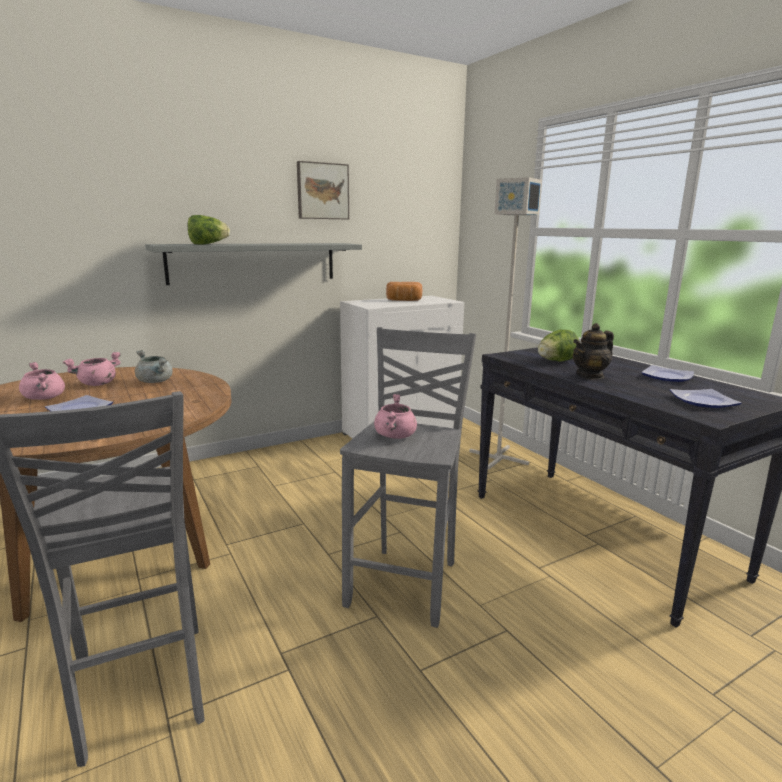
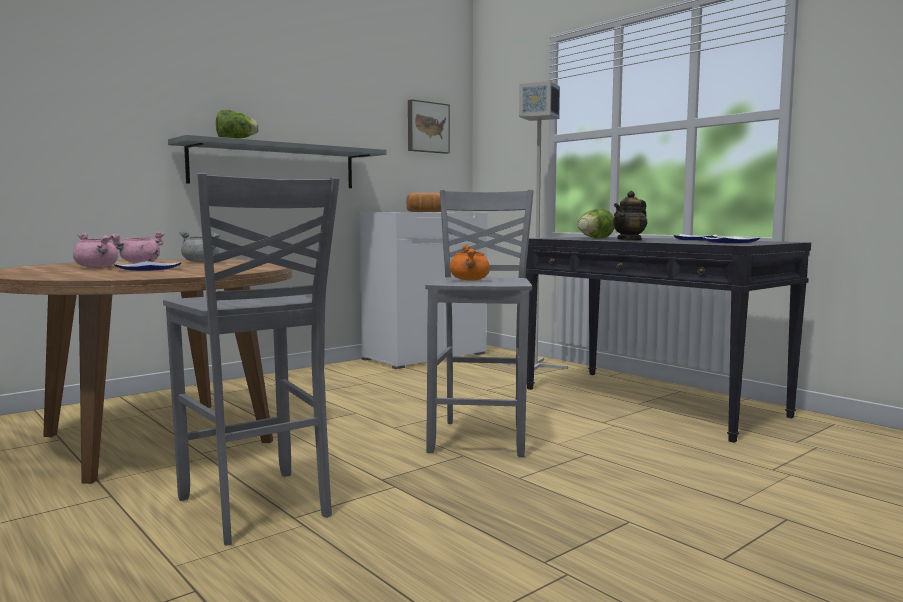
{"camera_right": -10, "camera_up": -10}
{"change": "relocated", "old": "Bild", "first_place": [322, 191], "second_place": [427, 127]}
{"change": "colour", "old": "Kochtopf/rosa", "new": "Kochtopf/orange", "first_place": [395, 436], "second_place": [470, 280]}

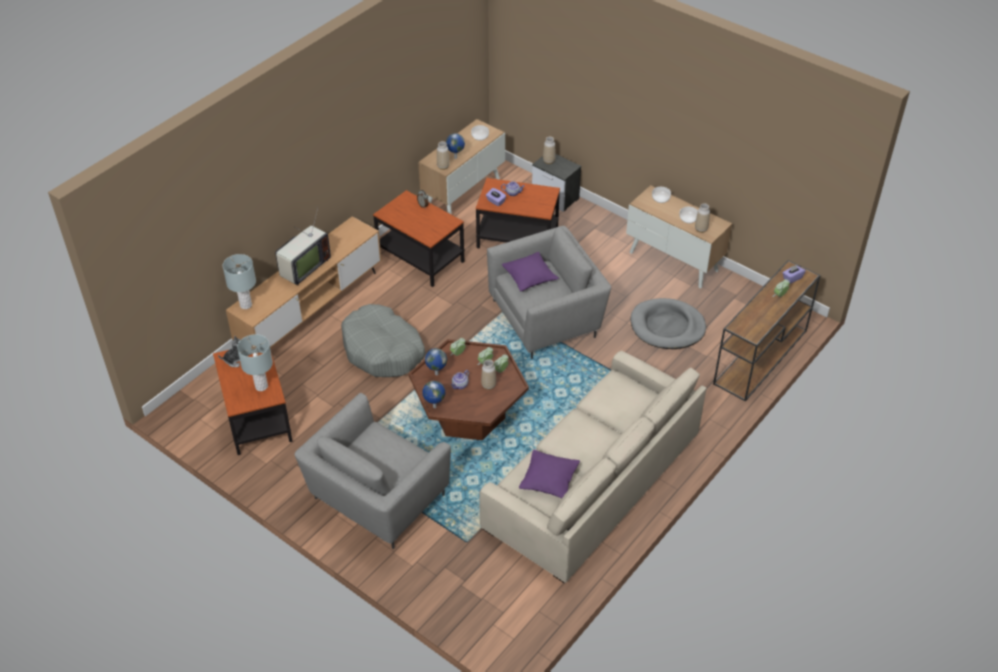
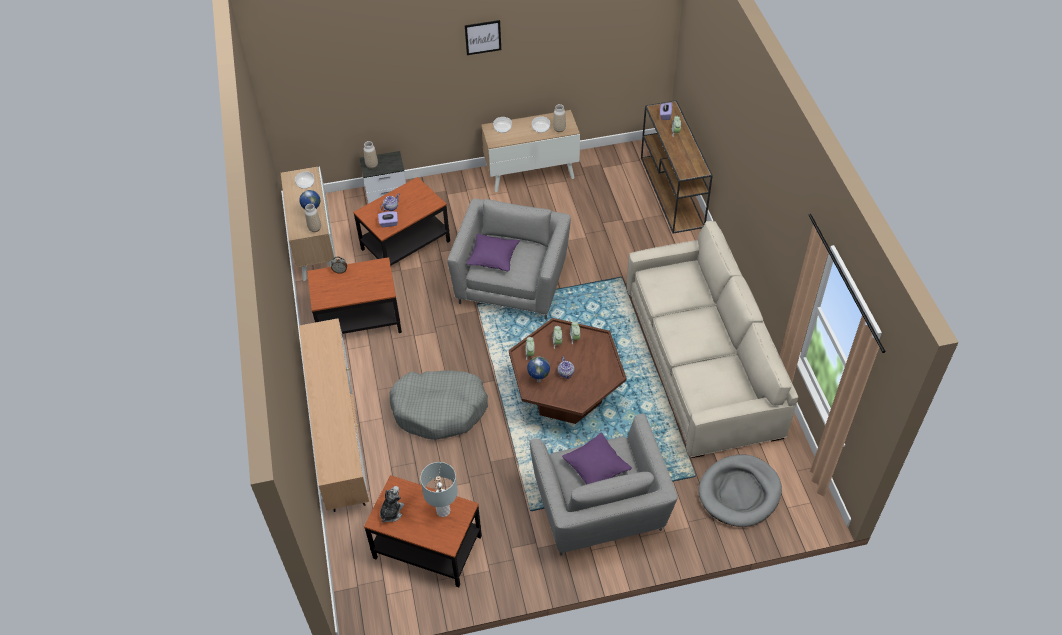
{"camera_right": -50, "camera_up": 5}
{"change": "missing", "old": "Tischlampe/grau", "first_place": [245, 305]}
{"change": "missing", "old": "Fernseher", "first_place": [303, 268]}
{"change": "missing", "old": "Globus", "first_place": [434, 407]}
{"change": "missing", "old": "Vase", "first_place": [488, 385]}
{"change": "appeared", "new": "Bild", "second_place": [483, 37]}
{"change": "relocated", "old": "Kissen/lila", "first_place": [549, 480], "second_place": [596, 467]}
{"change": "relocated", "old": "Hundebett/grau", "first_place": [667, 327], "second_place": [739, 492]}

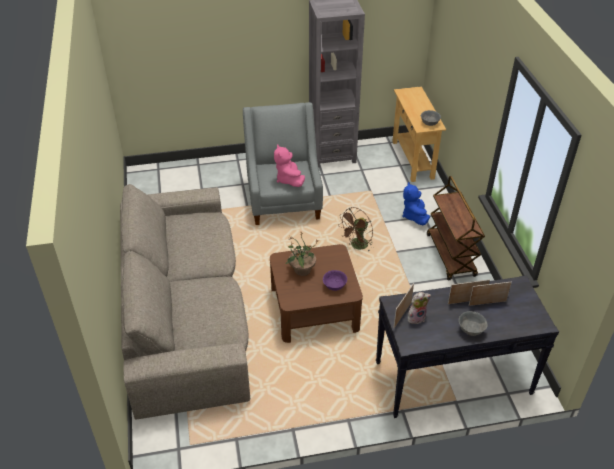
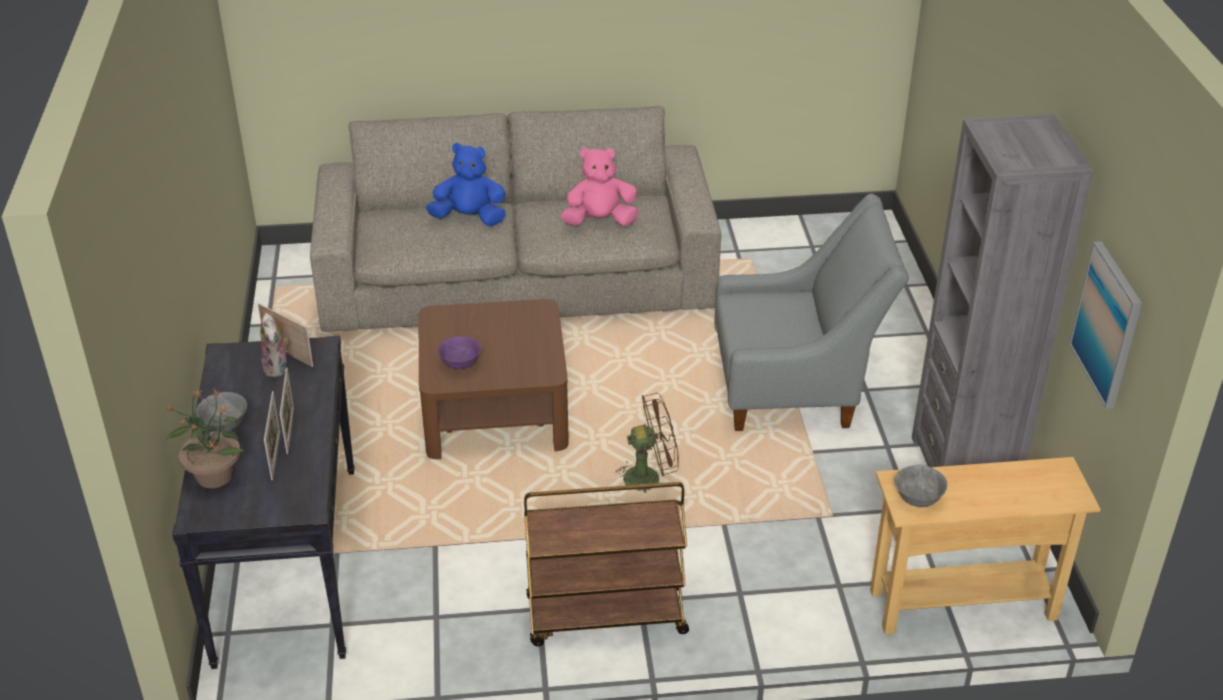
{"camera_right": 95, "camera_up": -5}
{"change": "appeared", "new": "Bild", "second_place": [1107, 324]}
{"change": "relocated", "old": "Plüschtier/rosa", "first_place": [289, 180], "second_place": [600, 222]}
{"change": "relocated", "old": "Topfpflanze", "first_place": [301, 270], "second_place": [214, 475]}
{"change": "relocated", "old": "Plüschtier/blau", "first_place": [414, 216], "second_place": [469, 218]}
{"change": "spun", "old": "Ventilator/braun", "first_place": [357, 246], "second_place": [649, 477], "degrees": 120}

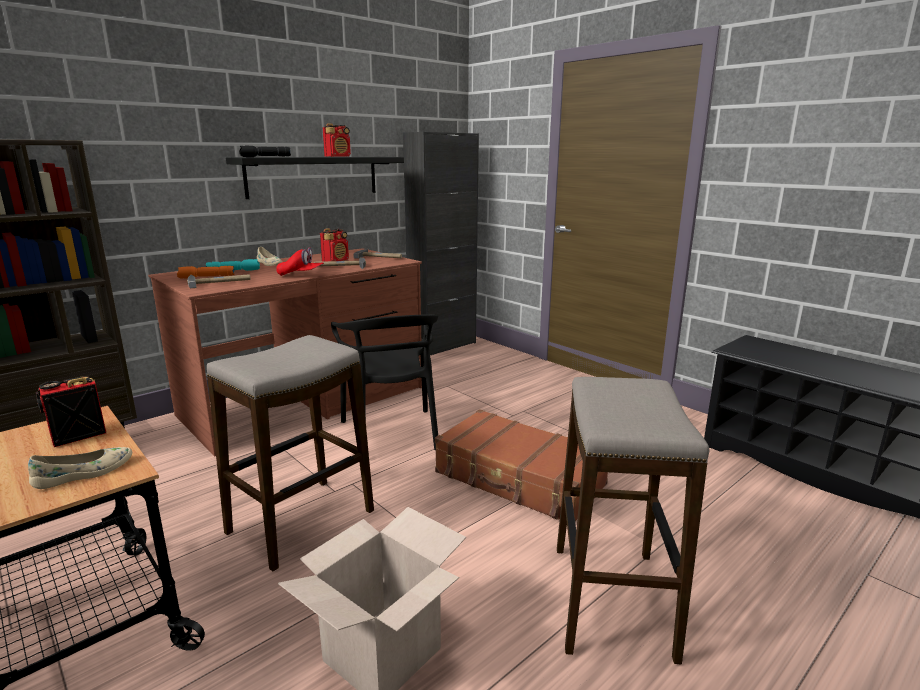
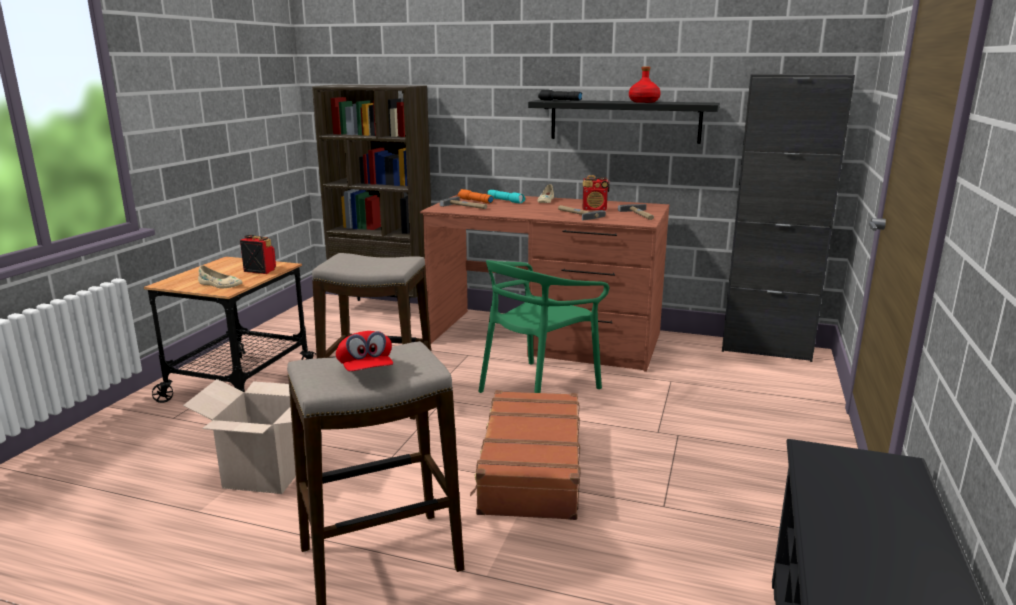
{"camera_right": 60, "camera_up": 0}
{"change": "relocated", "old": "Kappe/rot", "first_place": [300, 275], "second_place": [366, 371]}
{"change": "exchanged", "old": "Radio", "new": "Flasche/rot", "first_place": [338, 156], "second_place": [644, 102]}
{"change": "colour", "old": "Stuhl/schwarz", "new": "Stuhl/grün", "first_place": [392, 433], "second_place": [538, 388]}

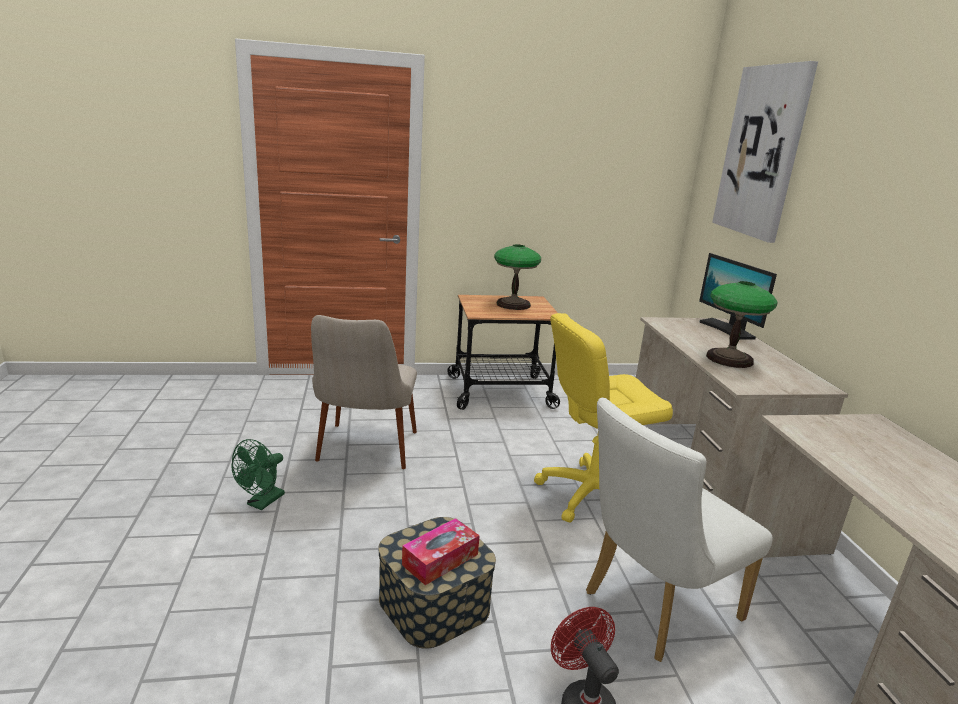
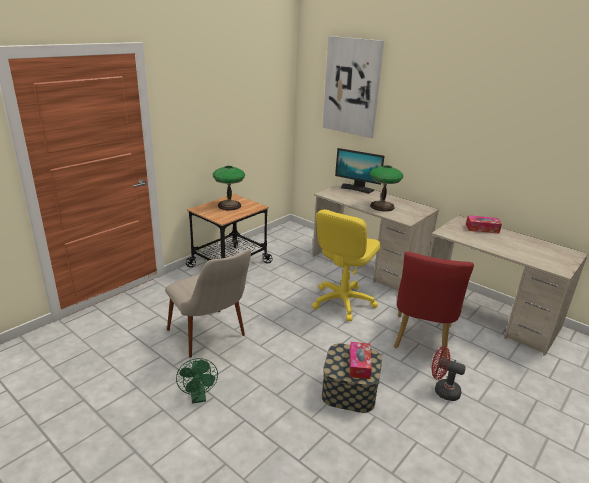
{"camera_right": -40, "camera_up": 5}
{"change": "appeared", "new": "Taschentuchbox", "second_place": [482, 228]}
{"change": "colour", "old": "Stuhl/weiß", "new": "Stuhl/rot", "first_place": [653, 608], "second_place": [421, 340]}

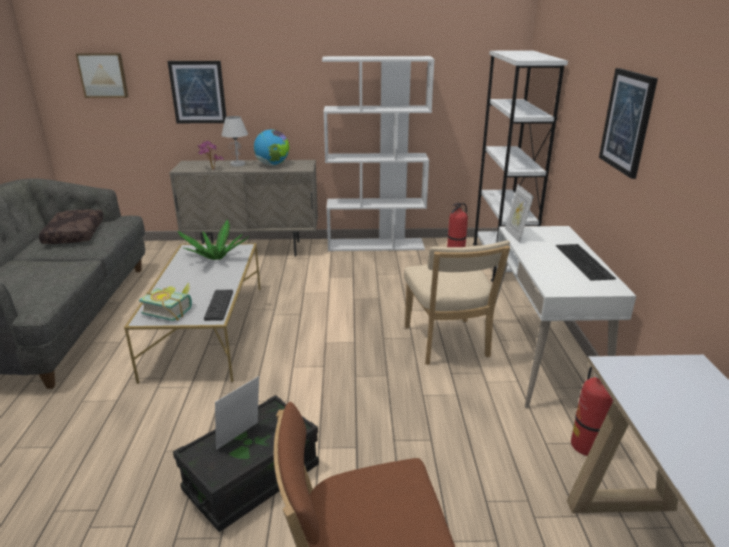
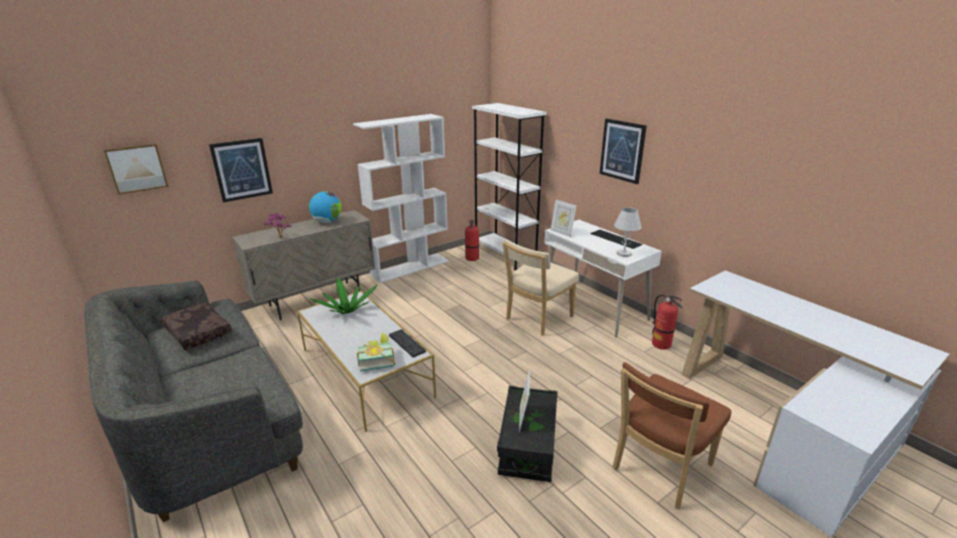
{"camera_right": -35, "camera_up": 0}
{"change": "relocated", "old": "Tischlampe/weiß", "first_place": [237, 164], "second_place": [624, 254]}
{"change": "spun", "old": "Stuhl/beige", "first_place": [447, 344], "second_place": [537, 318], "degrees": 90}

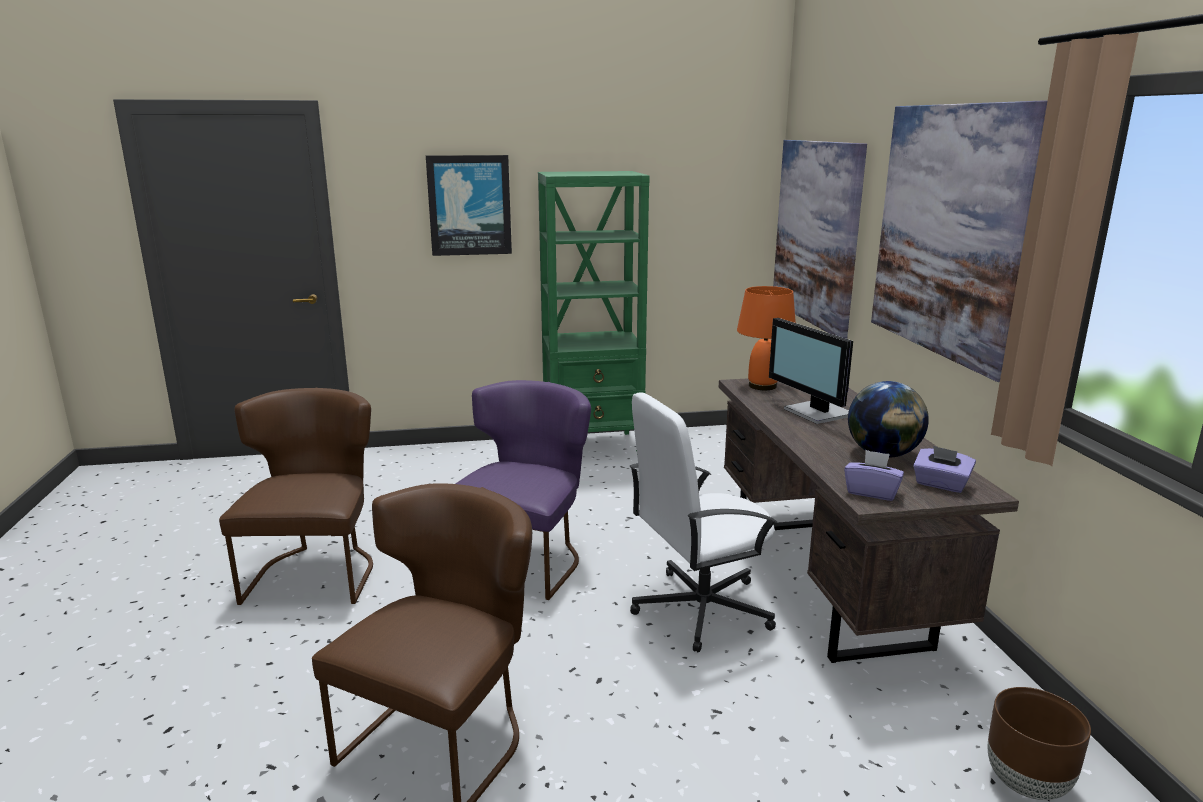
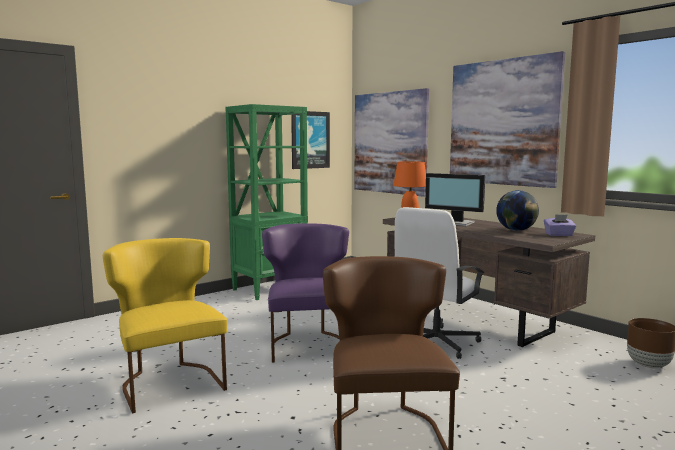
{"camera_right": -30, "camera_up": -10}
{"change": "missing", "old": "Taschentuchbox/lila", "first_place": [871, 492]}
{"change": "relocated", "old": "Bild", "first_place": [469, 205], "second_place": [310, 140]}
{"change": "colour", "old": "Stuhl/braun", "new": "Stuhl/gelb", "first_place": [316, 571], "second_place": [169, 382]}

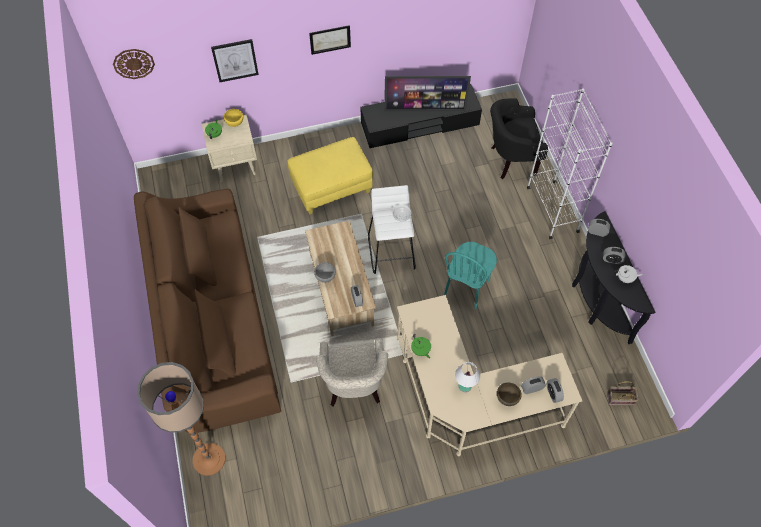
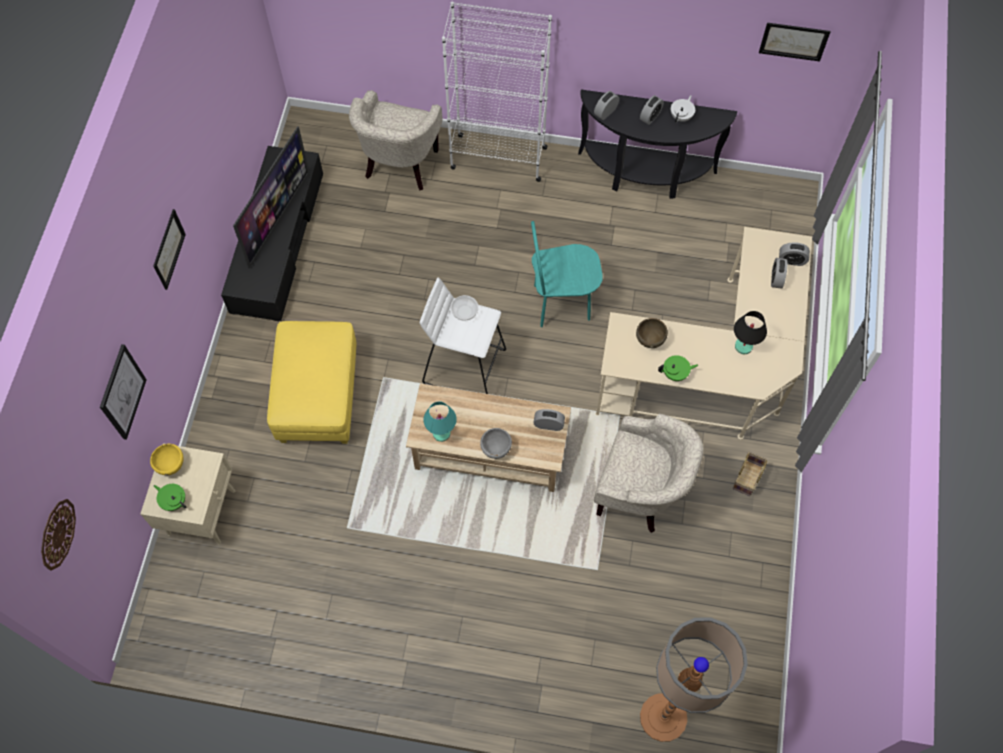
{"camera_right": -65, "camera_up": 5}
{"change": "missing", "old": "Sofa/braun", "first_place": [213, 320]}
{"change": "appeared", "new": "Tischlampe/türkis", "second_place": [441, 433]}
{"change": "appeared", "new": "Bild", "second_place": [793, 41]}
{"change": "relocated", "old": "Schüssel/braun", "first_place": [507, 399], "second_place": [650, 340]}
{"change": "relocated", "old": "Korb", "first_place": [619, 399], "second_place": [747, 479]}
{"change": "colour", "old": "Tischlampe/weiß", "new": "Tischlampe/schwarz", "first_place": [465, 386], "second_place": [744, 346]}
{"change": "colour", "old": "Sessel/schwarz", "new": "Sessel/beige", "first_place": [510, 160], "second_place": [399, 167]}
{"change": "spun", "old": "Stuhl/türkis", "first_place": [467, 288], "second_place": [561, 303], "degrees": 120}

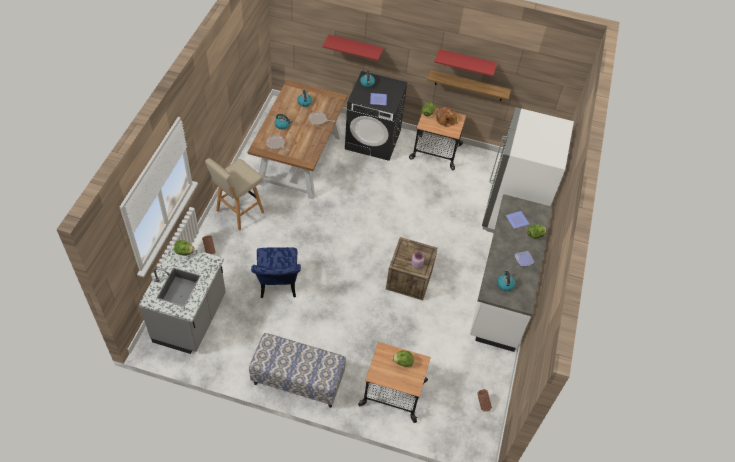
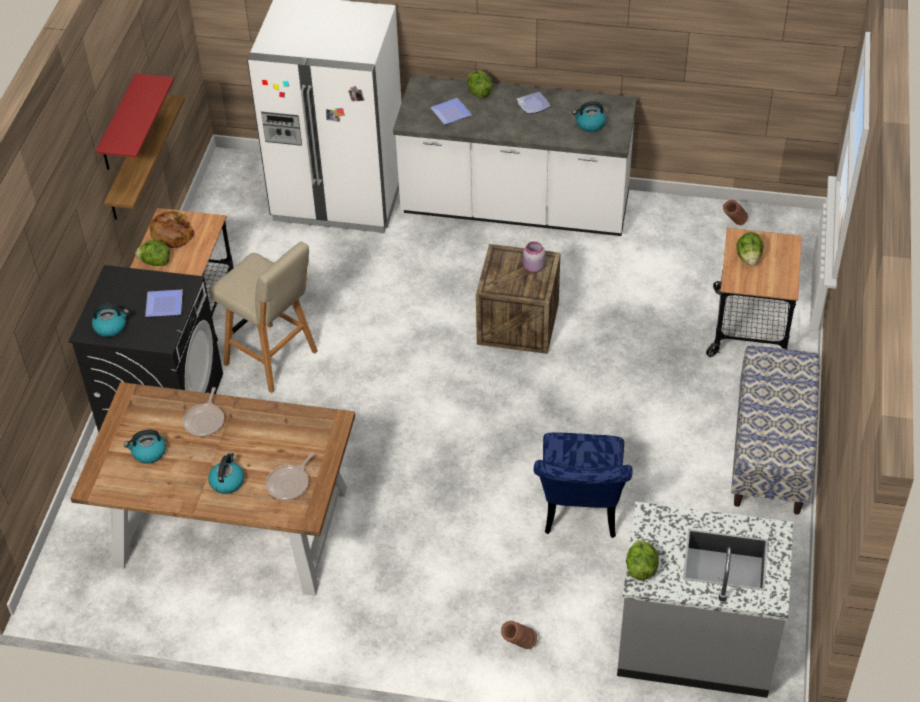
{"camera_right": -90, "camera_up": -5}
{"change": "missing", "old": "Wandregal/rot", "first_place": [355, 47]}
{"change": "relocated", "old": "Hocker/beige", "first_place": [238, 212], "second_place": [273, 359]}
{"change": "spun", "old": "Stuhl/blau", "first_place": [277, 286], "second_place": [580, 513], "degrees": 105}

